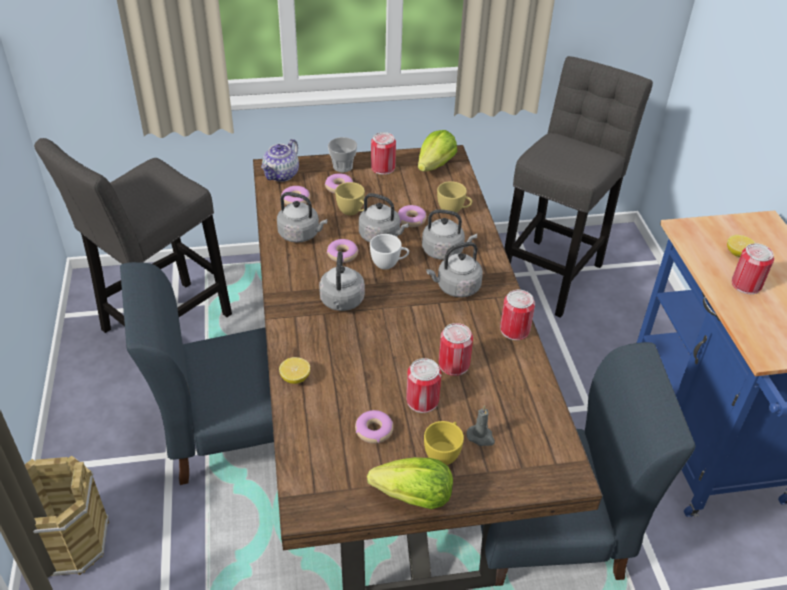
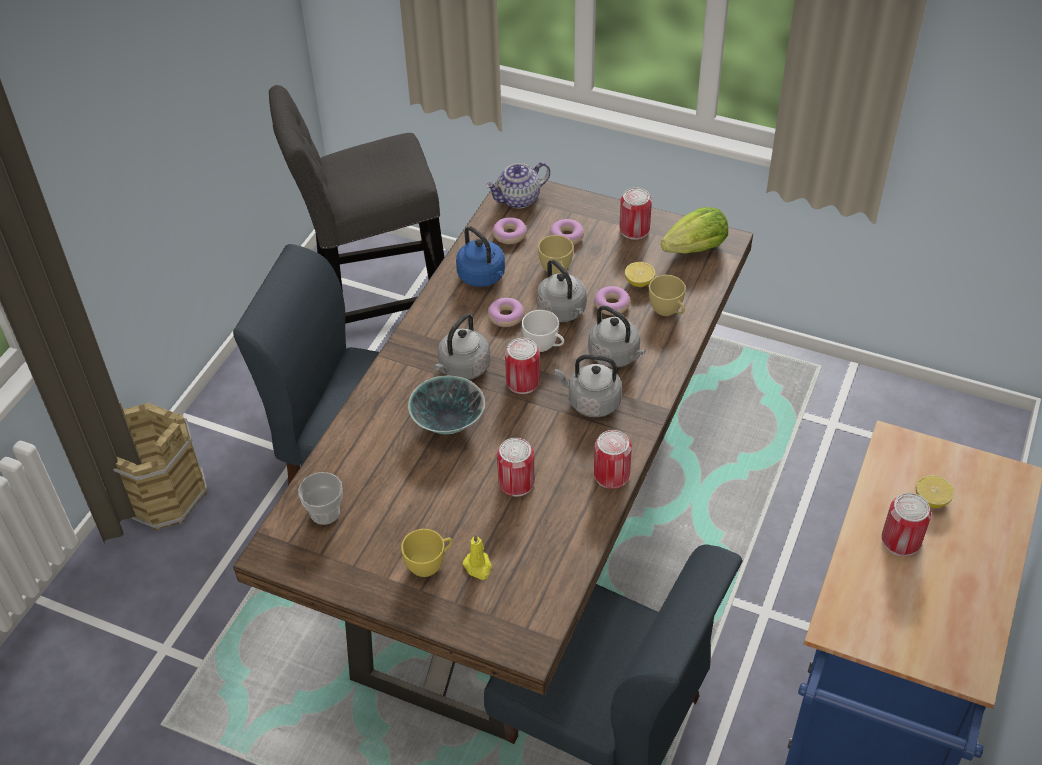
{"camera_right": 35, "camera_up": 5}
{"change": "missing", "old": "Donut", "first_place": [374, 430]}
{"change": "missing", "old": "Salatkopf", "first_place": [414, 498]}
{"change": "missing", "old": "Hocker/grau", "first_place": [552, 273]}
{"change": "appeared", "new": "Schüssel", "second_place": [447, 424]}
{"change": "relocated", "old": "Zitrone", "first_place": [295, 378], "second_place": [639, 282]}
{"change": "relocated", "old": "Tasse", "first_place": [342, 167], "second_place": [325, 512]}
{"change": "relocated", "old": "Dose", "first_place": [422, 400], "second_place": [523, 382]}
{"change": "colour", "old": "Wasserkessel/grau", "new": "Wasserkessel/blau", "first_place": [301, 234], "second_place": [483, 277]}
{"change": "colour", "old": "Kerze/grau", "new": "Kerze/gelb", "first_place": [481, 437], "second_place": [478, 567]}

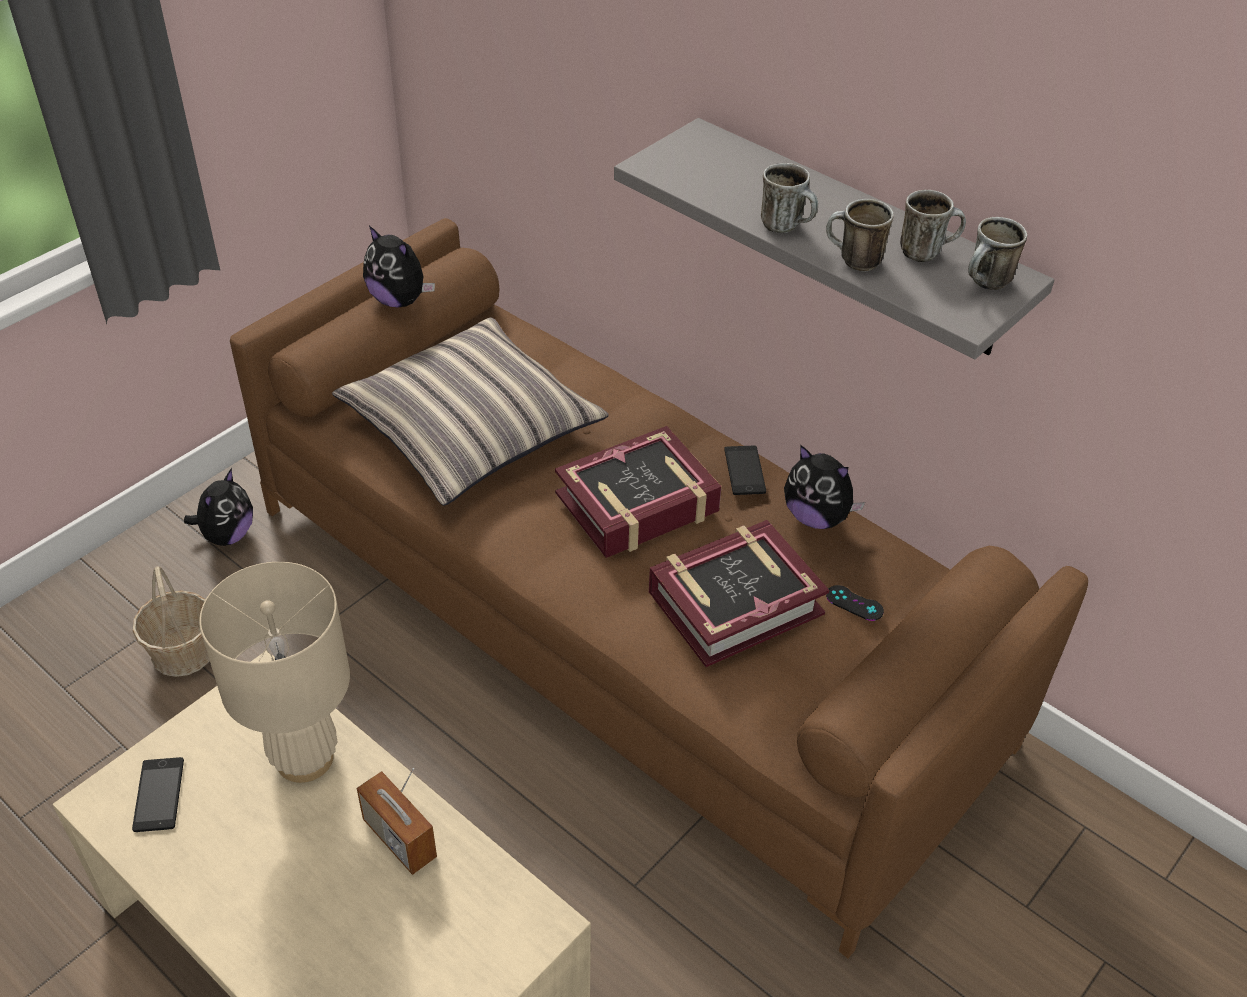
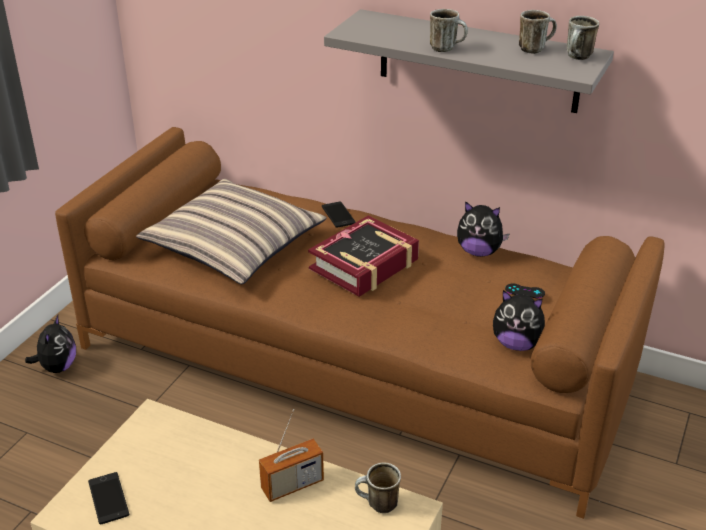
{"camera_right": -15, "camera_up": -10}
{"change": "missing", "old": "Korb", "first_place": [183, 651]}
{"change": "missing", "old": "Tischlampe/beige", "first_place": [304, 758]}
{"change": "missing", "old": "Buch", "first_place": [734, 602]}
{"change": "relocated", "old": "Plüschtier", "first_place": [399, 300], "second_place": [517, 344]}
{"change": "relocated", "old": "Handy", "first_place": [744, 471], "second_place": [338, 215]}
{"change": "relocated", "old": "Henkelbecher", "first_place": [852, 261], "second_place": [377, 505]}
{"change": "spun", "old": "Radio", "first_place": [399, 839], "second_place": [292, 485], "degrees": -60}

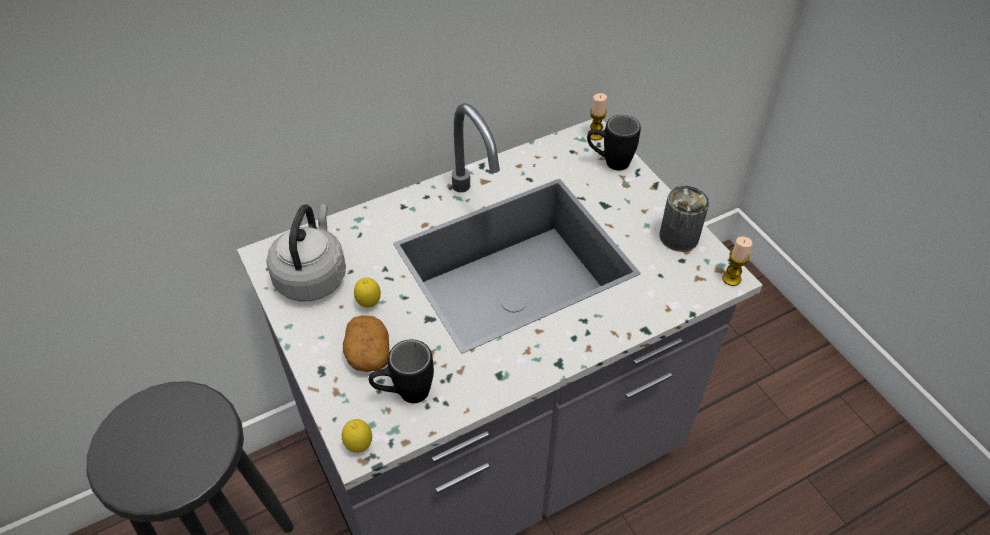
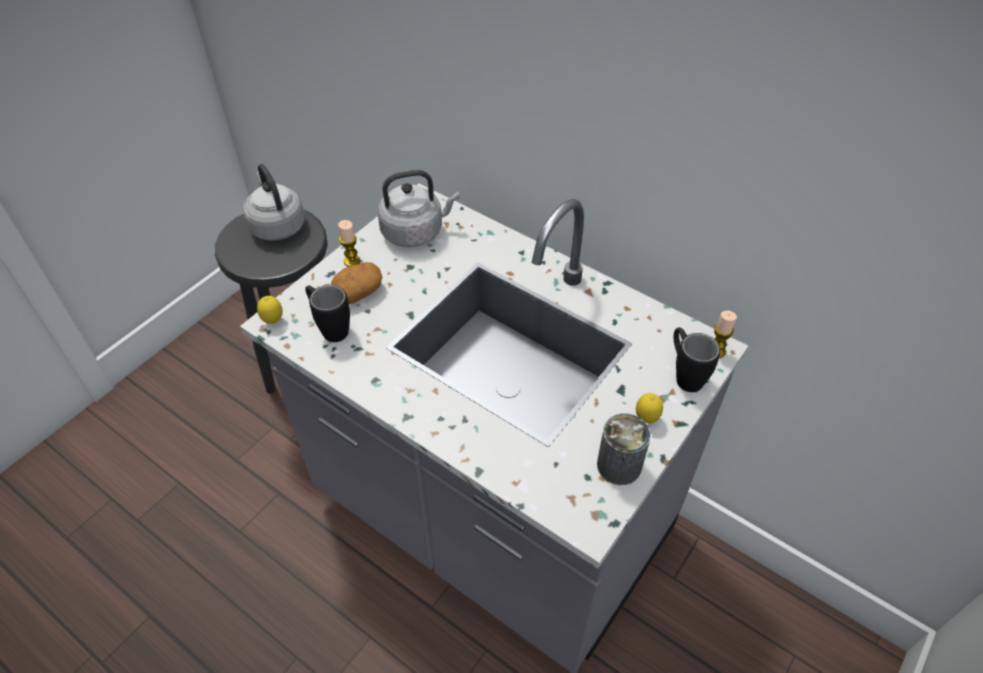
{"camera_right": 65, "camera_up": 0}
{"change": "appeared", "new": "Wasserkessel/grau", "second_place": [277, 225]}
{"change": "relocated", "old": "Zitrone", "first_place": [369, 304], "second_place": [646, 419]}
{"change": "relocated", "old": "Kerze", "first_place": [731, 278], "second_place": [352, 261]}

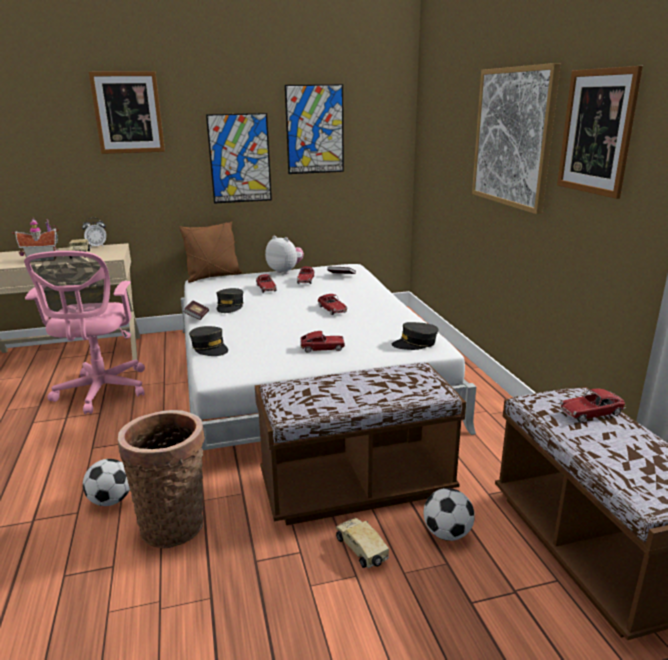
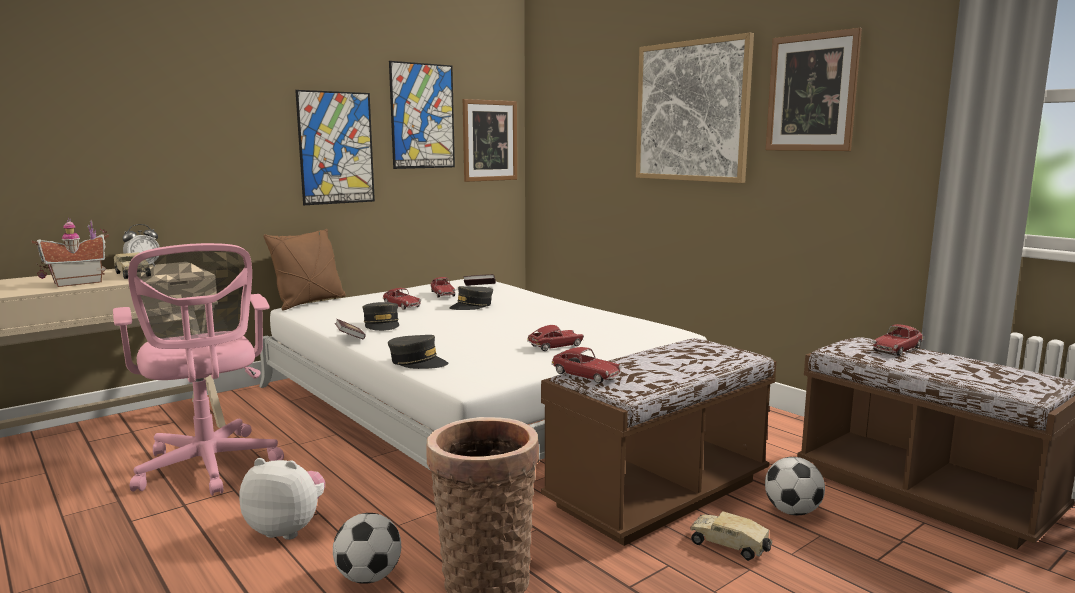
{"camera_right": -25, "camera_up": -10}
{"change": "relocated", "old": "Bild", "first_place": [128, 113], "second_place": [490, 140]}
{"change": "relocated", "old": "Plüschtier", "first_place": [285, 271], "second_place": [287, 529]}
{"change": "relocated", "old": "Spielzeugauto", "first_place": [332, 309], "second_place": [586, 375]}
{"change": "relocated", "old": "Kappe/grau", "first_place": [415, 343], "second_place": [472, 306]}

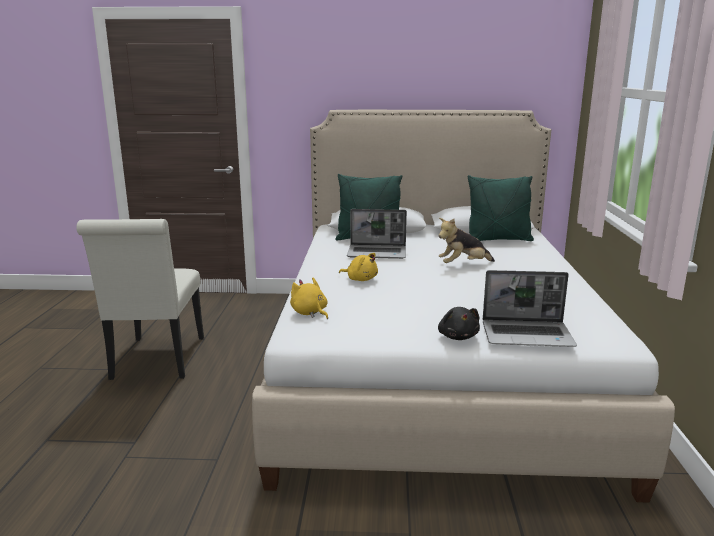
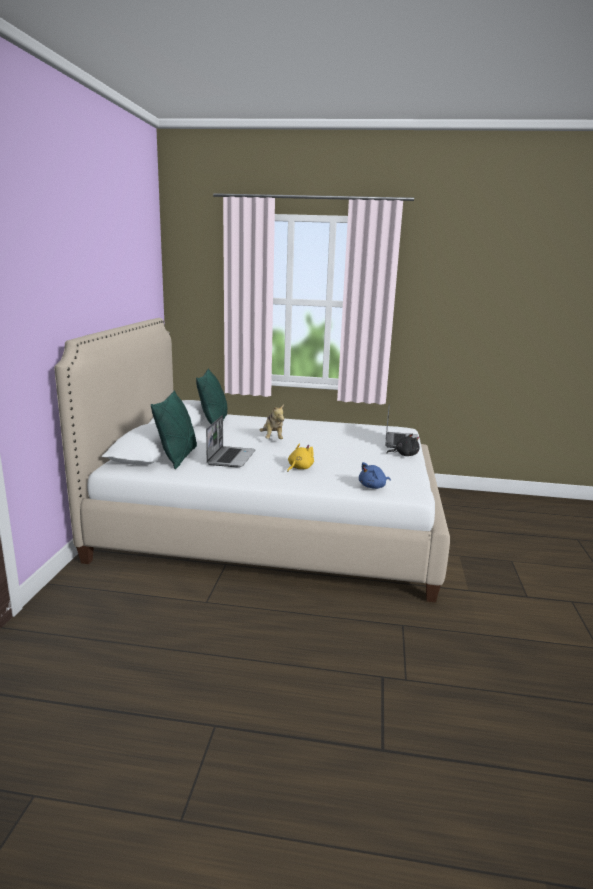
{"camera_right": -85, "camera_up": 0}
{"change": "missing", "old": "Stuhl/weiß", "first_place": [157, 361]}
{"change": "colour", "old": "Plüschtier/gelb", "new": "Plüschtier/blau", "first_place": [310, 313], "second_place": [373, 486]}

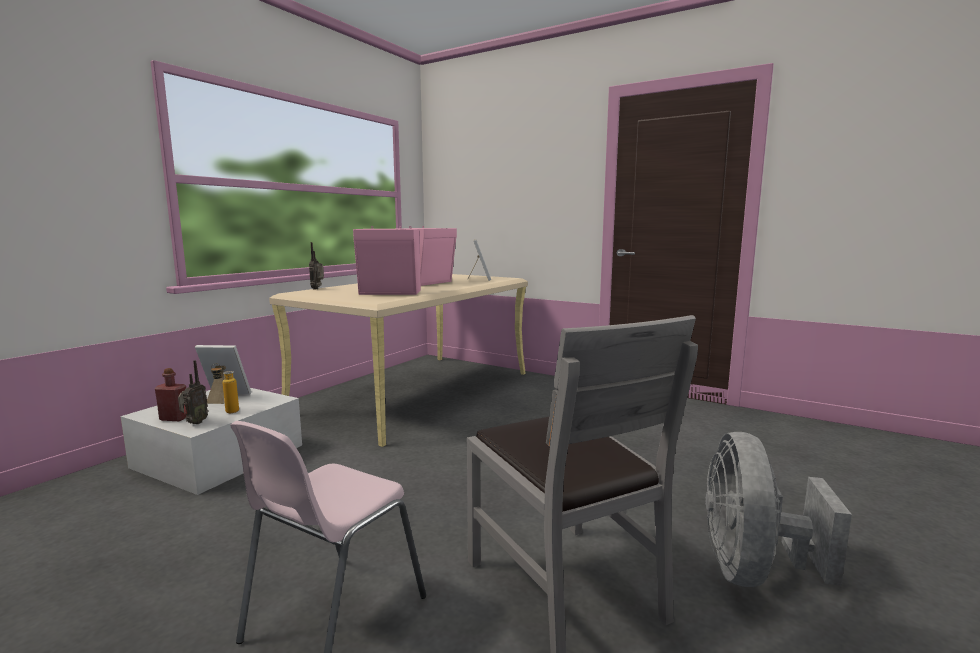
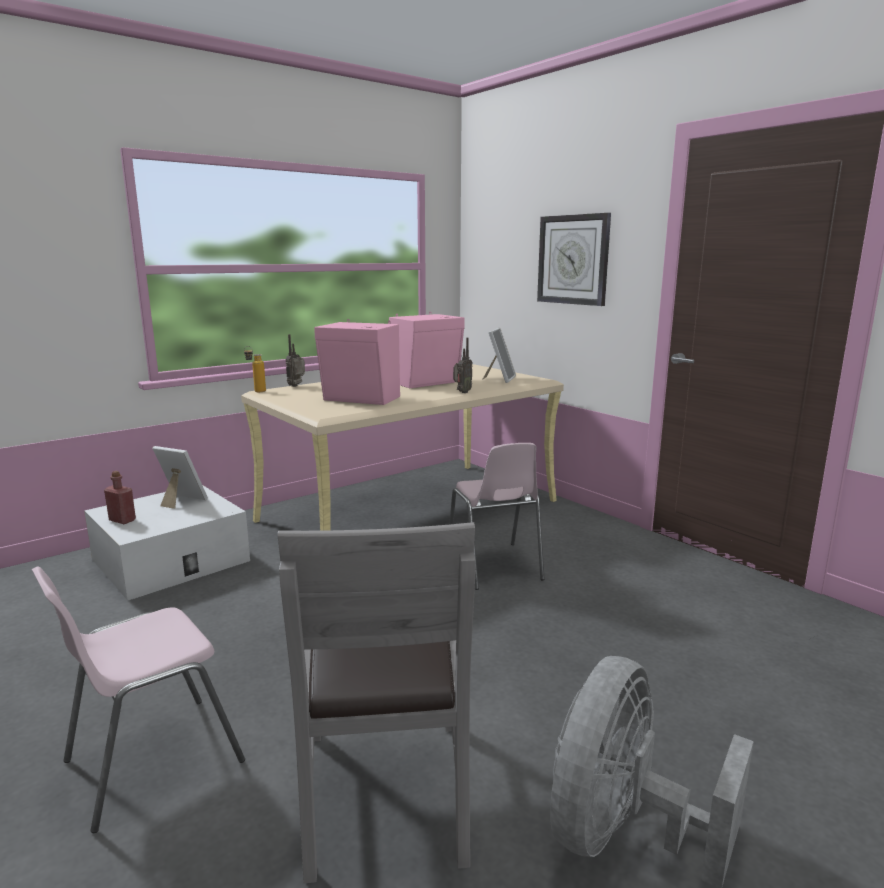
{"camera_right": 20, "camera_up": 5}
{"change": "appeared", "new": "Stuhl/rosa", "second_place": [494, 566]}
{"change": "appeared", "new": "Wanduhr", "second_place": [573, 259]}
{"change": "relocated", "old": "Radio", "first_place": [194, 423], "second_place": [461, 392]}
{"change": "relocated", "old": "Flasche", "first_place": [227, 411], "second_place": [256, 391]}

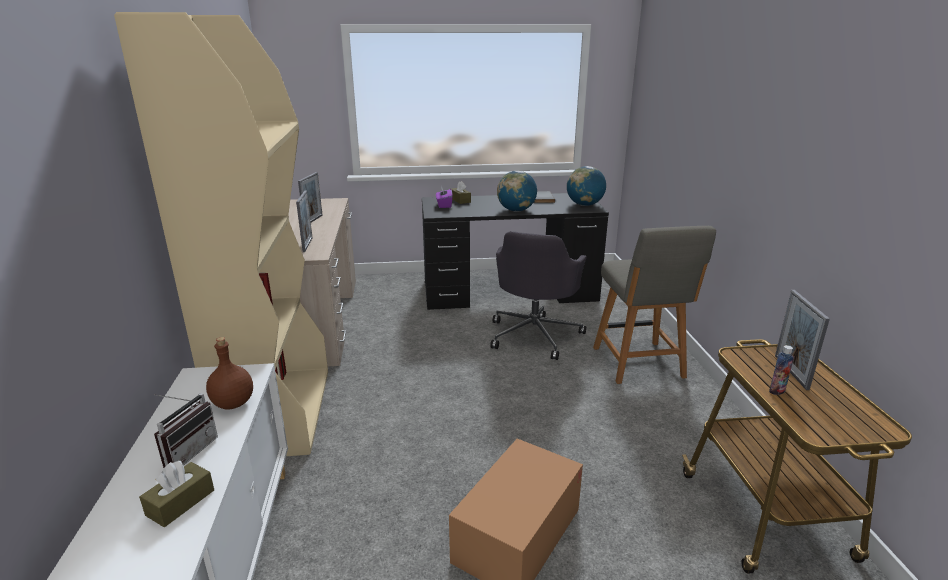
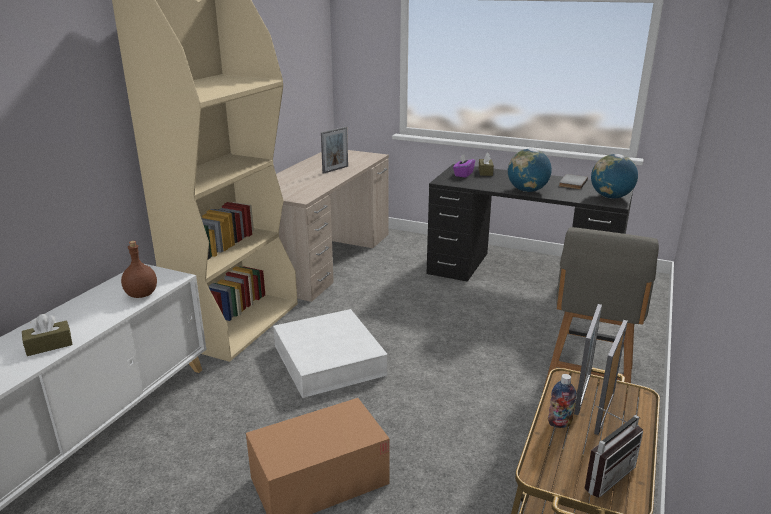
{"camera_right": 30, "camera_up": 0}
{"change": "missing", "old": "Bürostuhl/grau", "first_place": [535, 334]}
{"change": "appeared", "new": "Aufbewahrungsbox/weiß", "second_place": [328, 360]}
{"change": "relocated", "old": "Radio", "first_place": [187, 451], "second_place": [603, 474]}
{"change": "relocated", "old": "Bilderrahmen", "first_place": [307, 244], "second_place": [582, 394]}

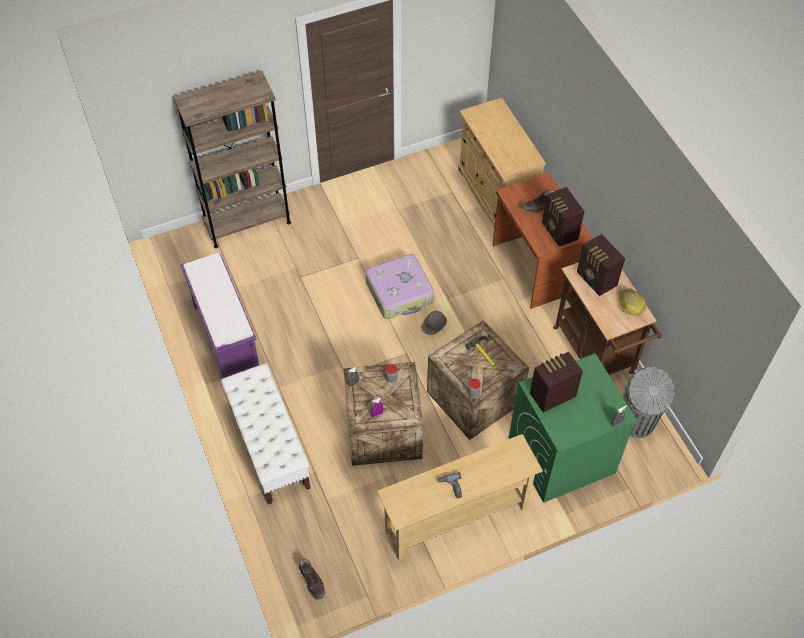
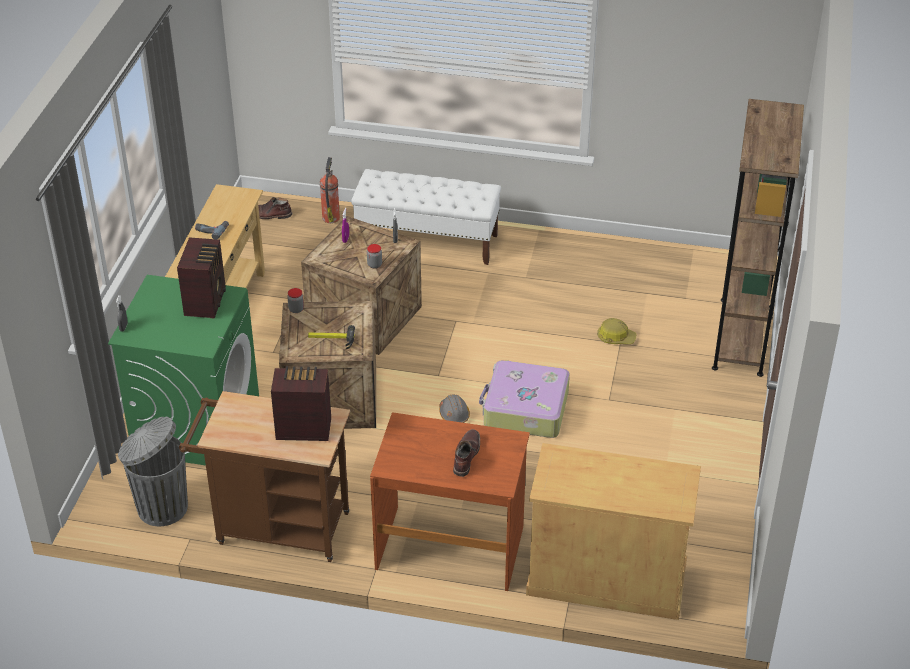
{"camera_right": 125, "camera_up": -15}
{"change": "missing", "old": "Bank/lila", "first_place": [225, 337]}
{"change": "missing", "old": "Radio", "first_place": [559, 232]}
{"change": "appeared", "new": "Feuerlöscher", "second_place": [331, 217]}
{"change": "relocated", "old": "Schutzhelm", "first_place": [630, 304], "second_place": [615, 337]}

